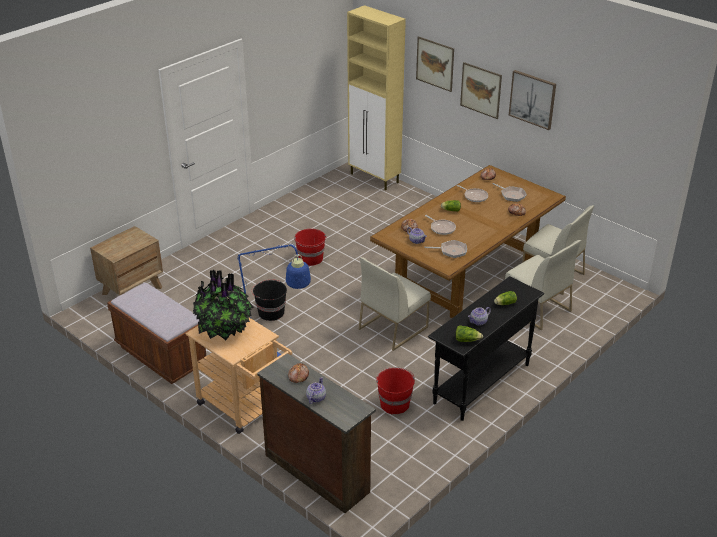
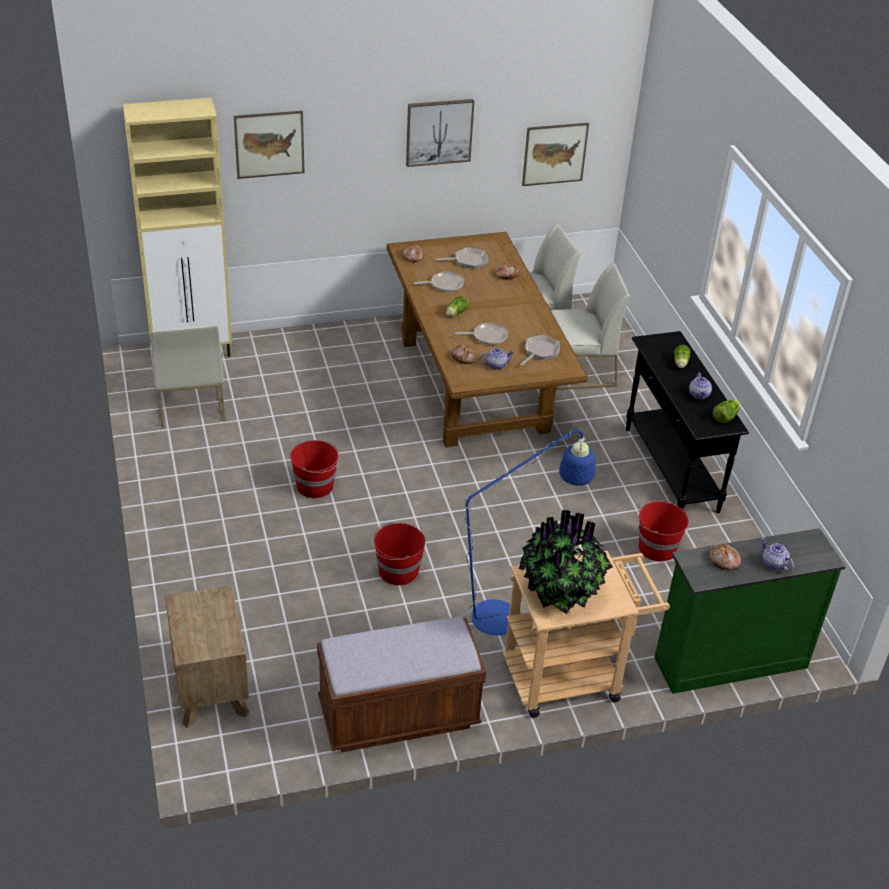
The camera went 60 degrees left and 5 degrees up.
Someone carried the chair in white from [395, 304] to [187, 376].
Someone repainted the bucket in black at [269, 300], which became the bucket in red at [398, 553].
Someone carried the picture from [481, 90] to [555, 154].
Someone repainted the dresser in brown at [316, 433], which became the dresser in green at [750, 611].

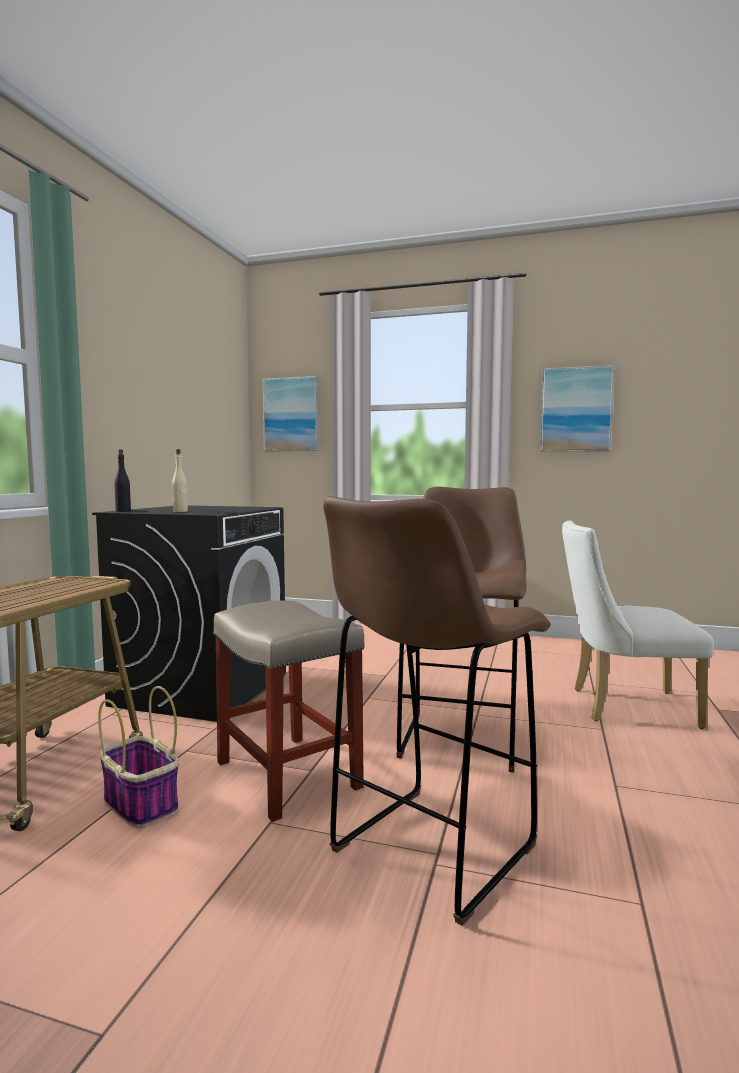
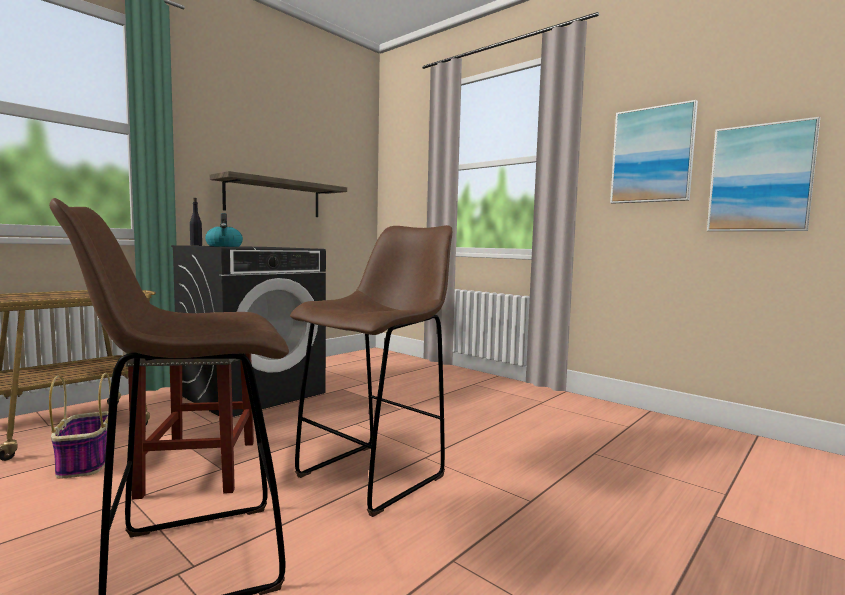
The camera went 25 degrees right and 0 degrees up.
Someone swapped the bottle in beige at [180, 480] for the kettle at [224, 230].
Someone put up the shelf at [278, 194].
Someone carried the picture from [291, 413] to [763, 174].
Someone took away the chair in white at [638, 625].

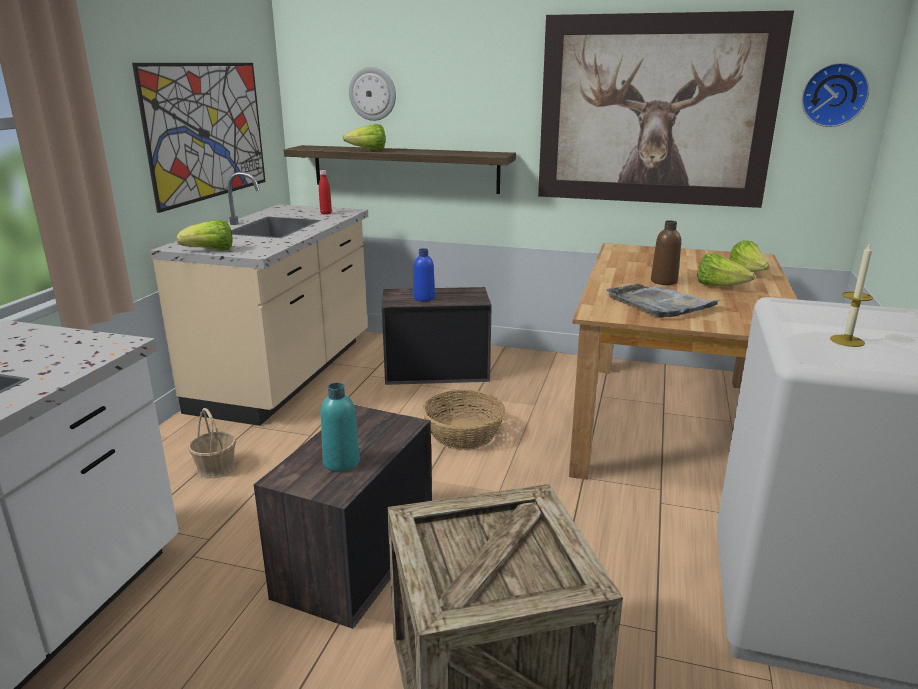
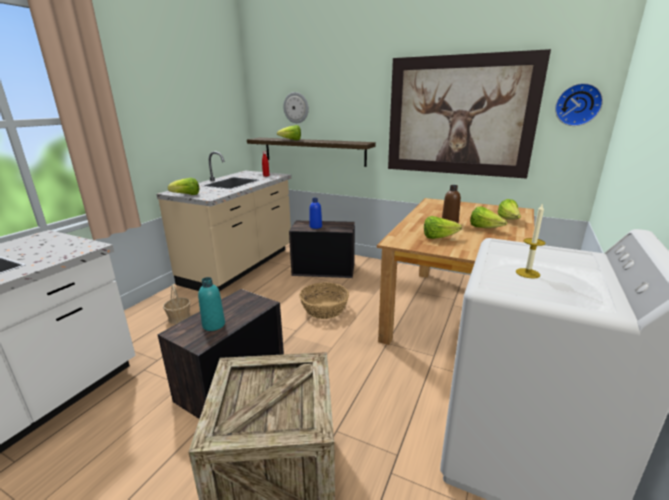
The camera went 10 degrees right and 0 degrees up.
Someone swapped the tray in grey at [664, 301] for the lettuce at [443, 227].
Someone took away the picture at [198, 138].

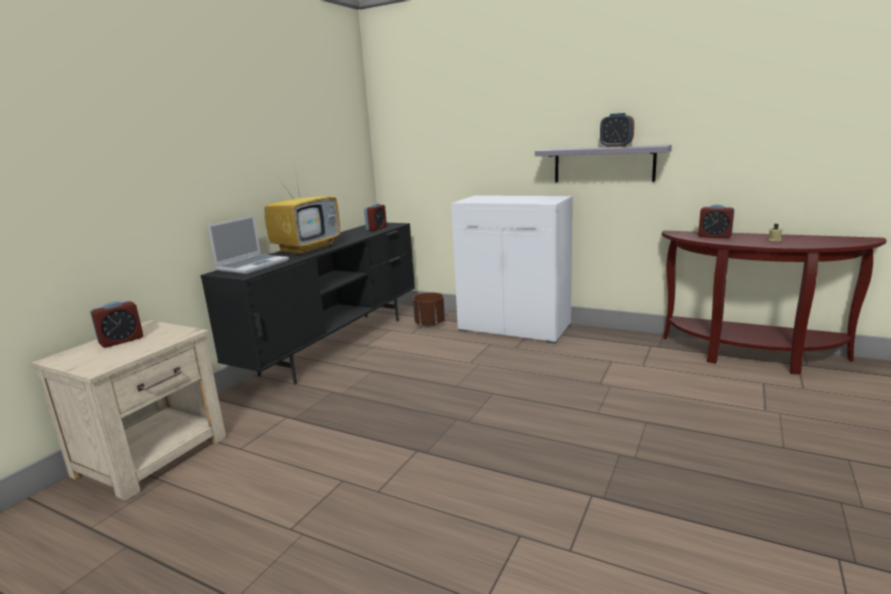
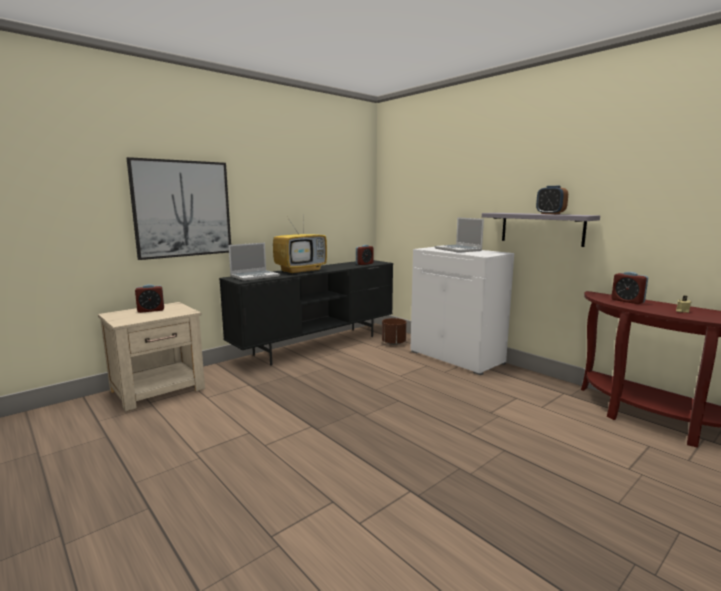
The camera went 20 degrees right and 5 degrees down.
Someone put up the picture at [179, 208].
Someone put down the laptop at [459, 235].

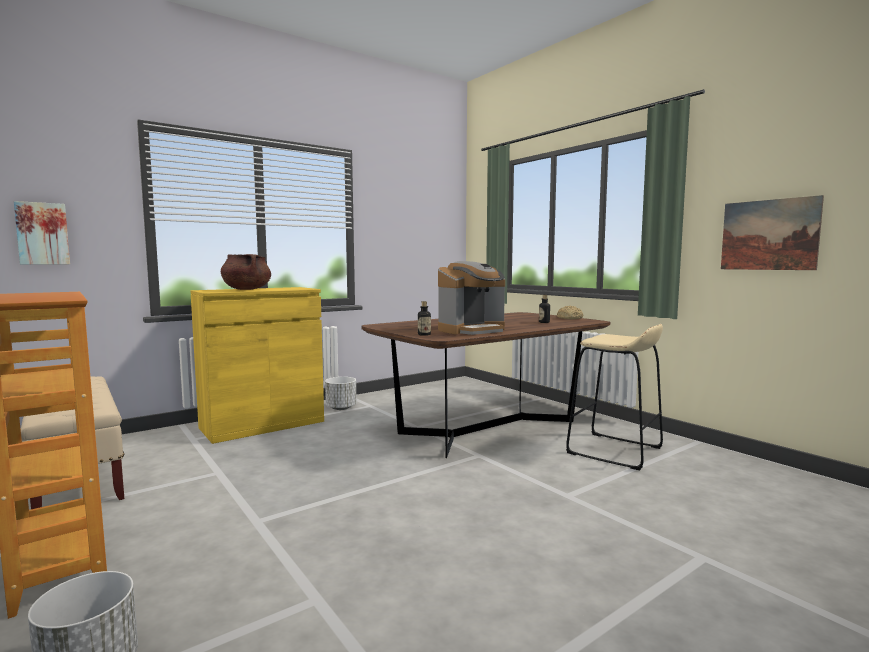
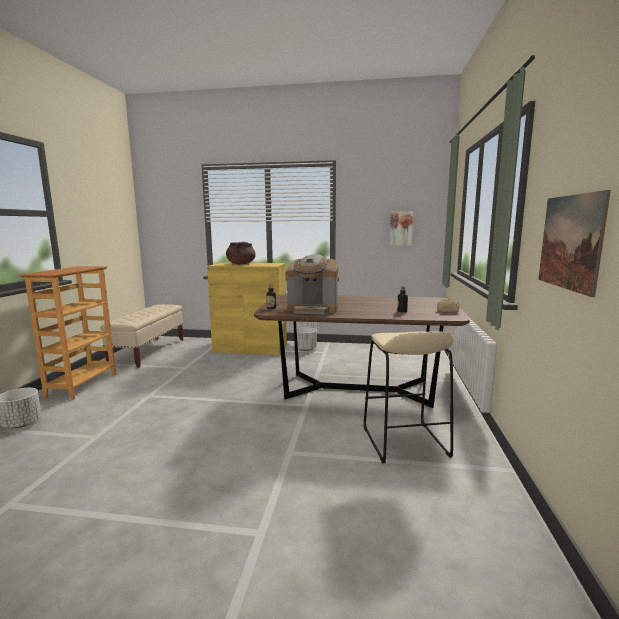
The camera went 45 degrees right and 5 degrees up.
Someone carried the picture from [42, 232] to [401, 228].

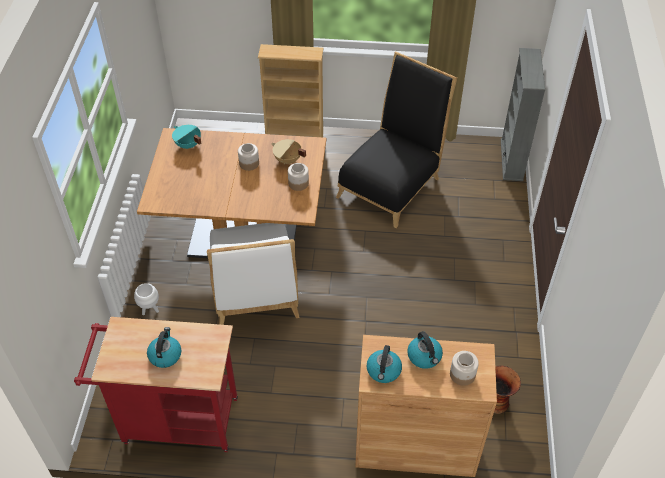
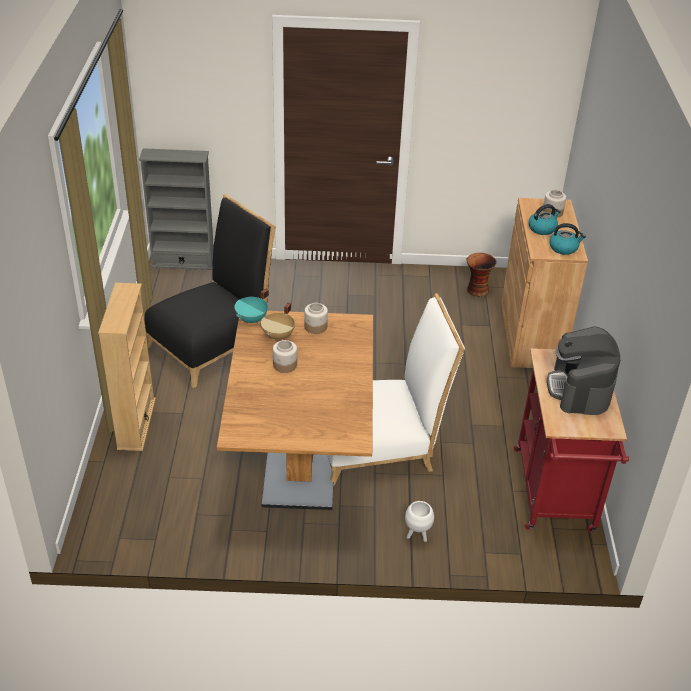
The camera went 95 degrees left and 10 degrees down.
Someone rotated the chair in black at [396, 139] by 105 degrees clockwise.
Someone carried the cooking pot in turquoise from [186, 137] to [251, 305].
Someone swapped the kettle at [164, 347] for the coffee machine at [583, 370].

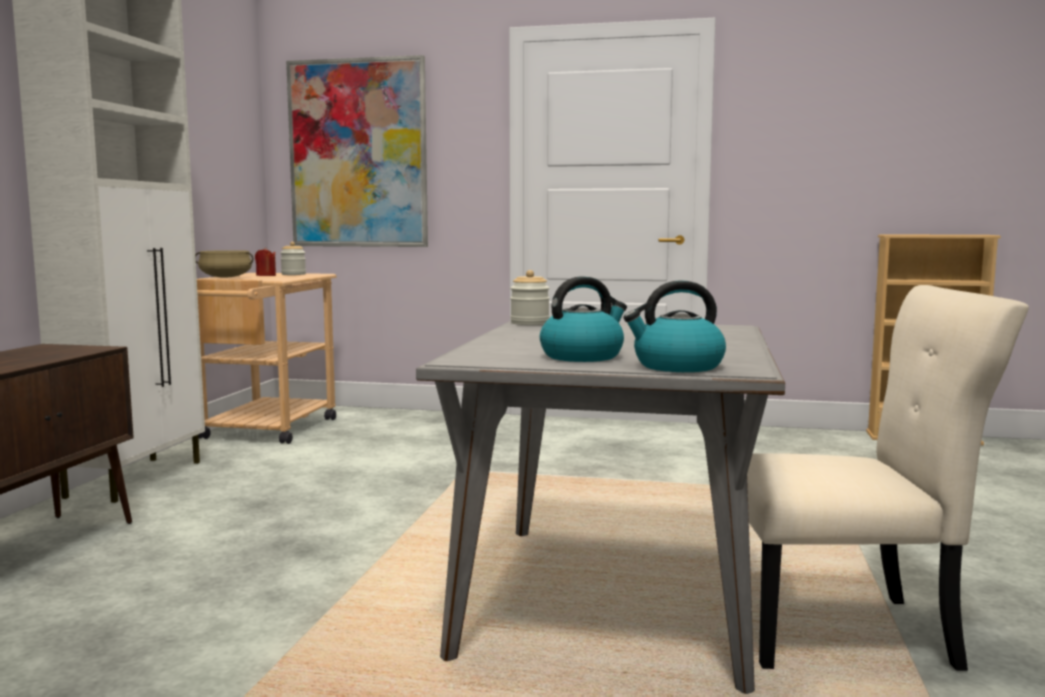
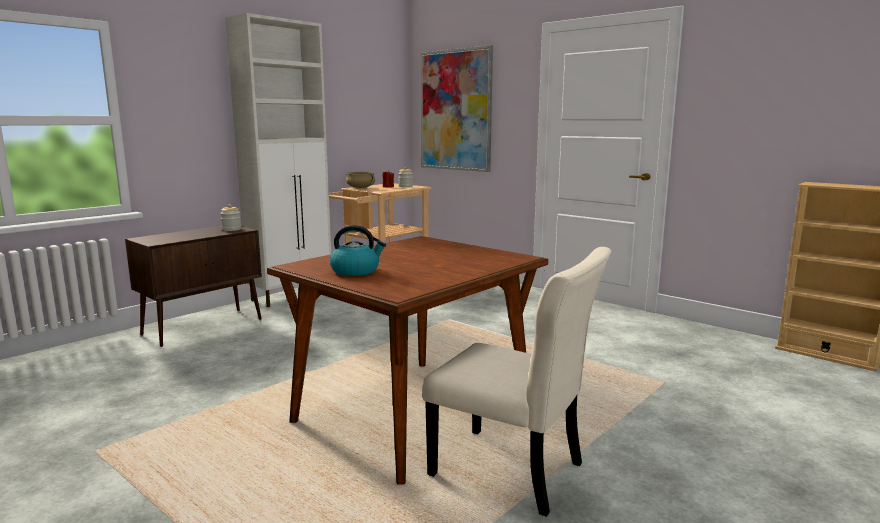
The camera went 30 degrees right and 5 degrees up.
Someone carried the jar from [530, 297] to [230, 217].
Someone repainted the dining table in grey at [600, 507], which became the dining table in brown at [407, 360].
Someone took away the kettle at [674, 326].

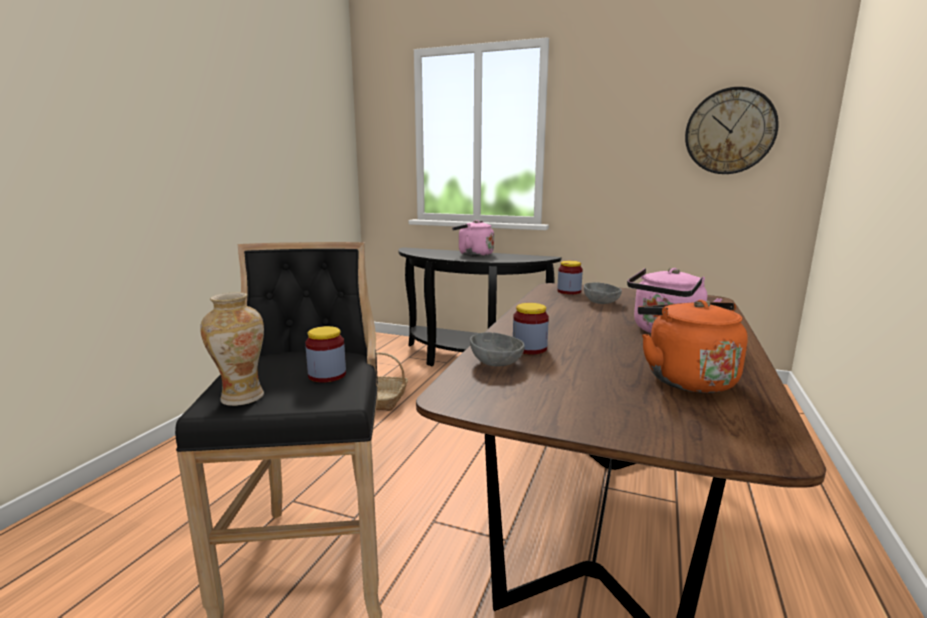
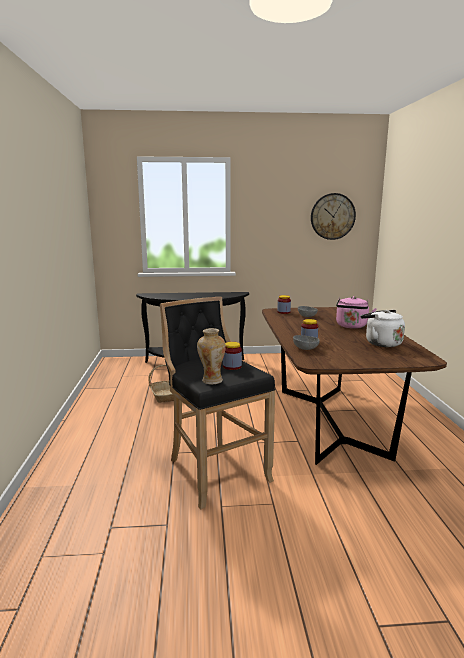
The camera went 25 degrees left and 0 degrees up.
Someone repainted the kettle in orange at [693, 346], which became the kettle in white at [383, 328].
Someone took away the kettle in pink at [473, 238].

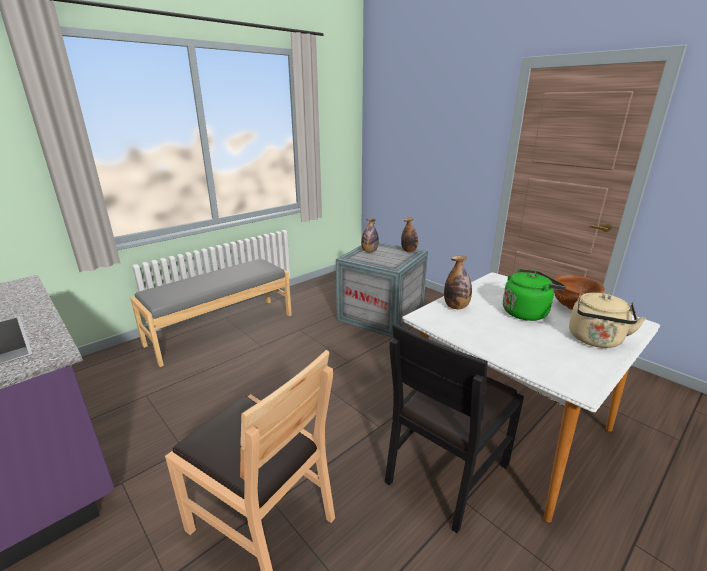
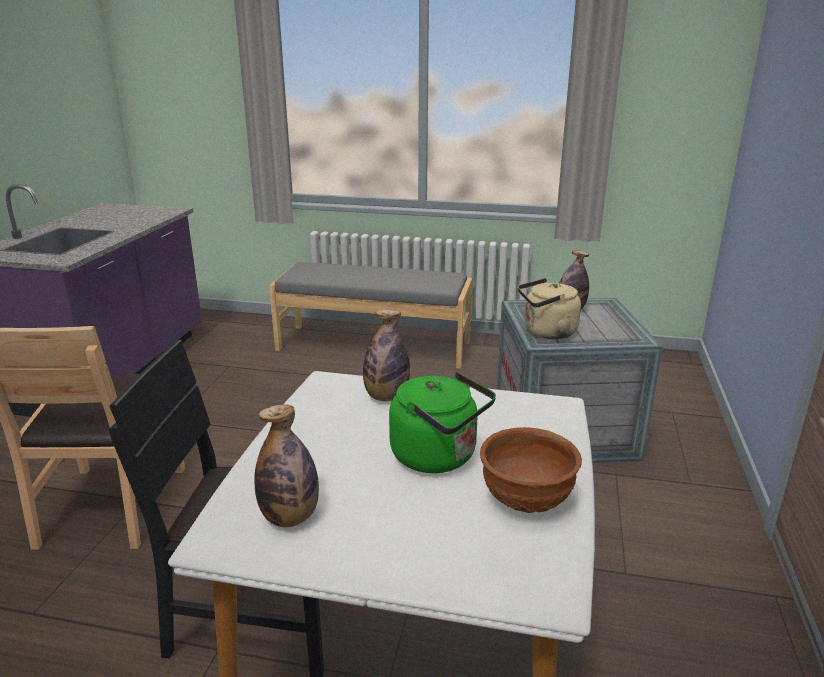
The camera went 55 degrees right and 0 degrees up.
Someone carried the bottle from [409, 234] to [286, 465].
Someone carried the kettle in beige from [607, 320] to [549, 308].

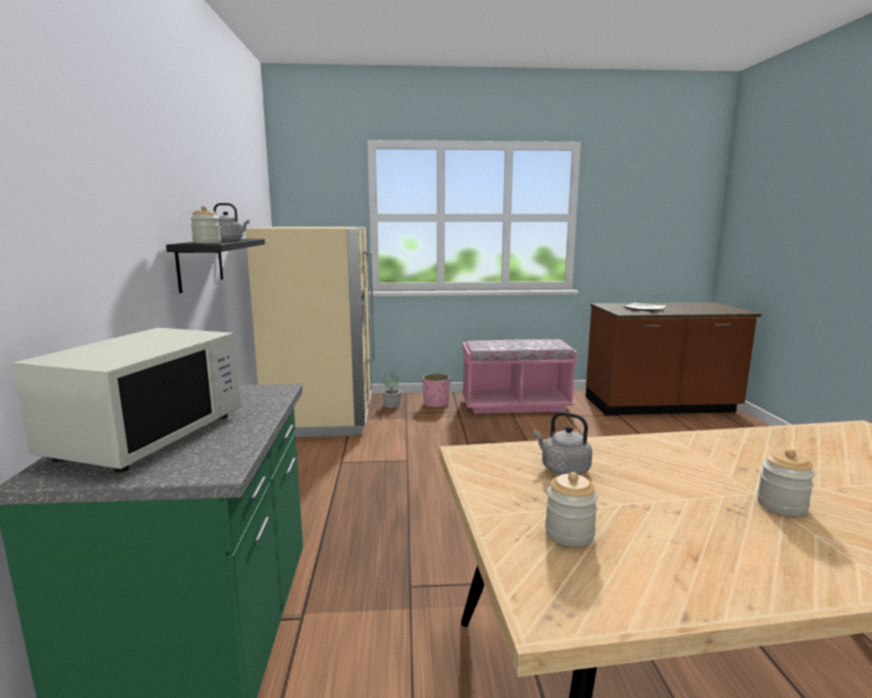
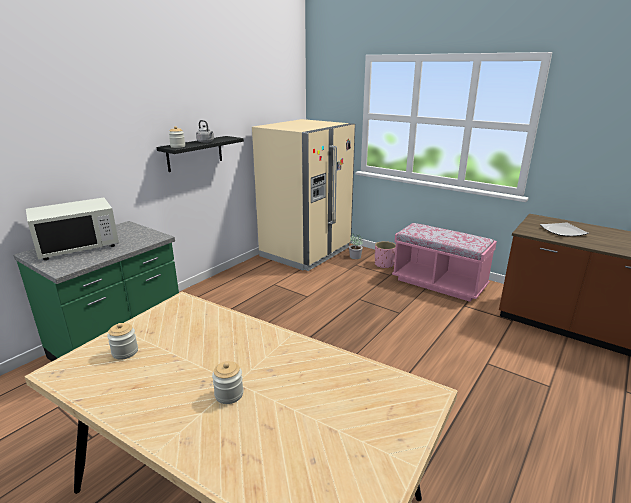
The camera went 40 degrees right and 10 degrees up.
Someone took away the kettle in grey at [563, 443].

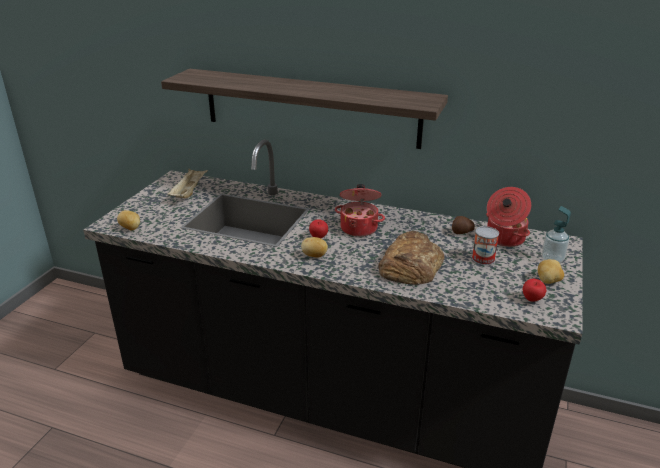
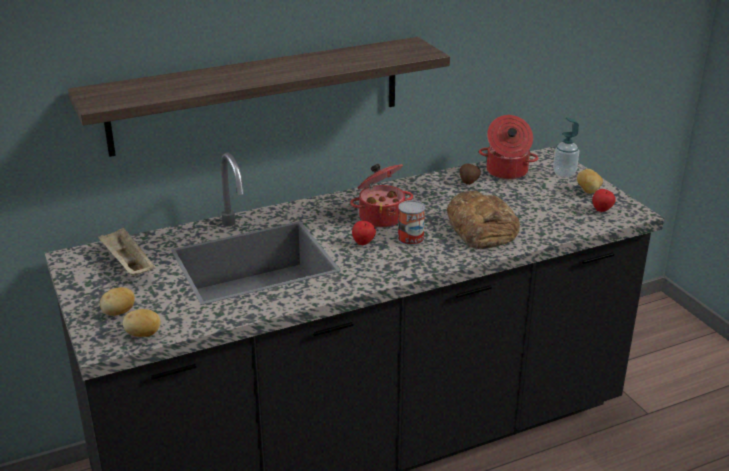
The camera went 45 degrees left and 0 degrees up.
Someone carried the potato from [314, 247] to [117, 301].
Someone carried the can from [485, 245] to [411, 223].

